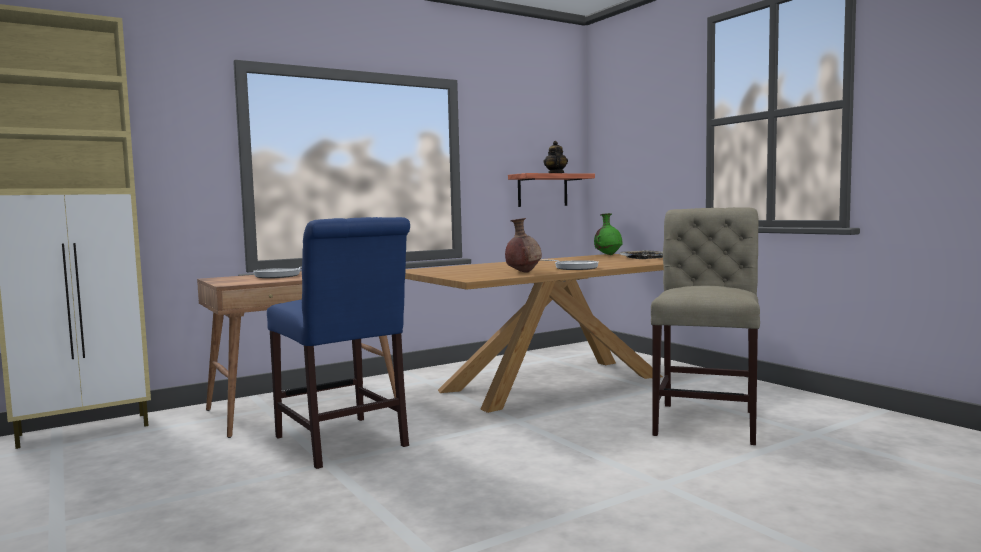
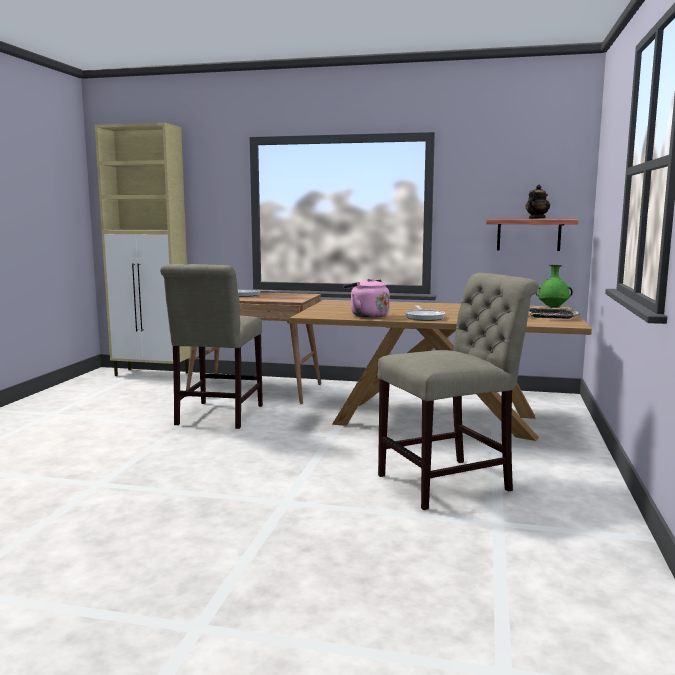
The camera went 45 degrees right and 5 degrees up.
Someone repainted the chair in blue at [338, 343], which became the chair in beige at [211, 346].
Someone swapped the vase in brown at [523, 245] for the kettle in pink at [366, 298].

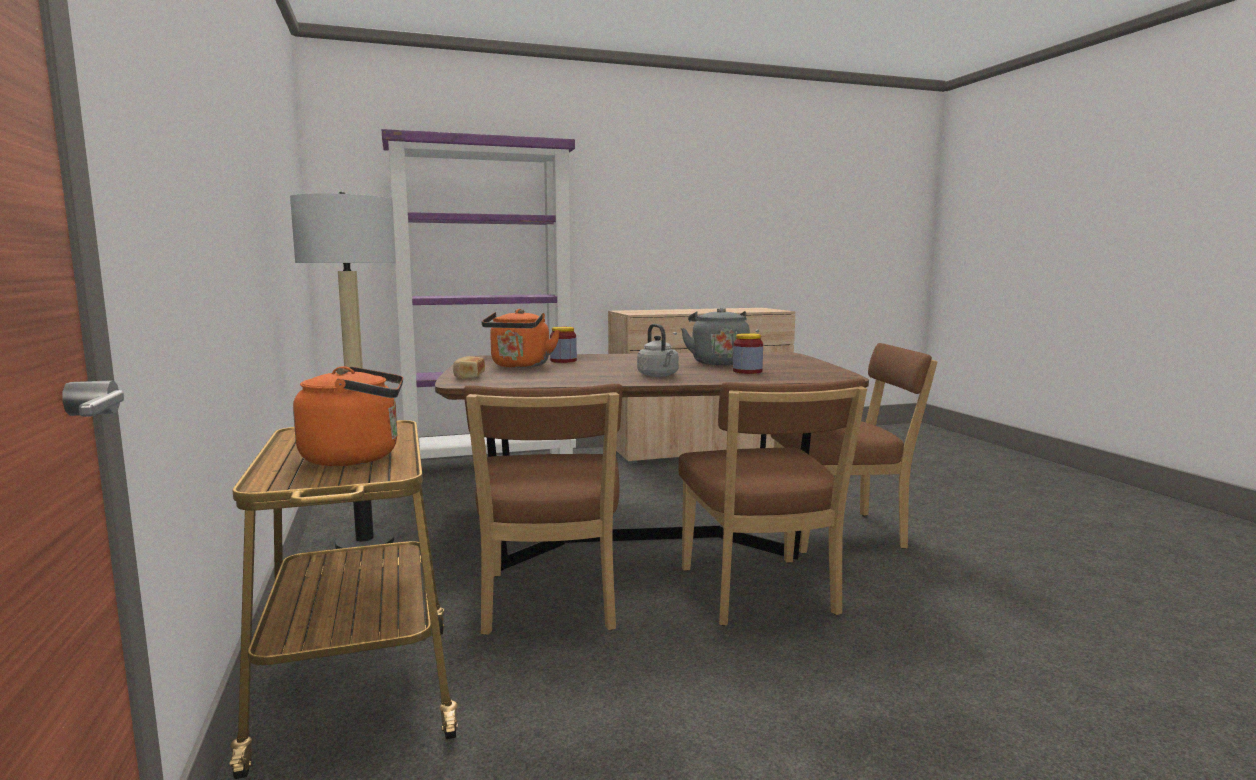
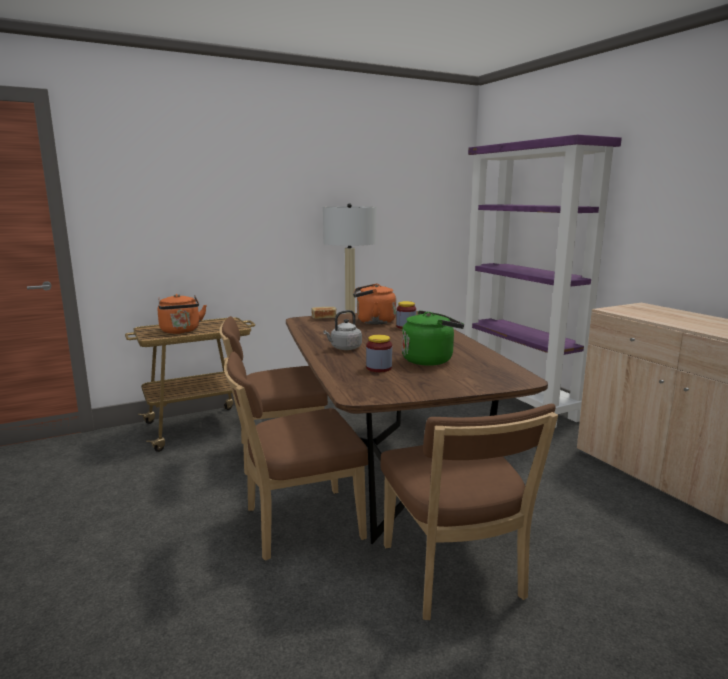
The camera went 80 degrees right and 5 degrees up.
Someone repainted the kettle in grey at [715, 336], which became the kettle in green at [433, 338].

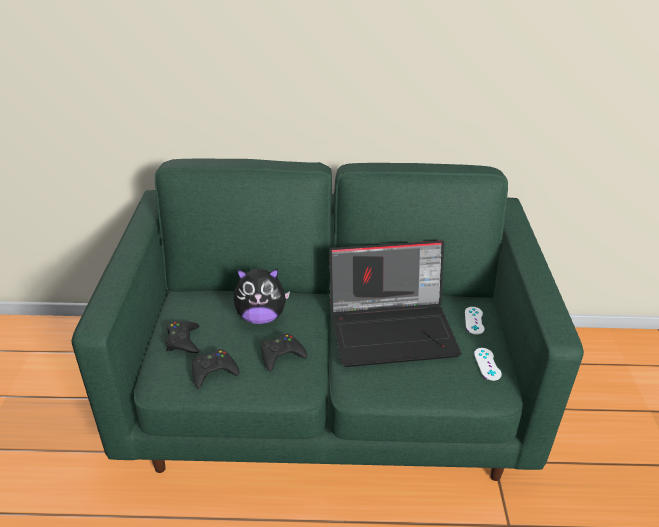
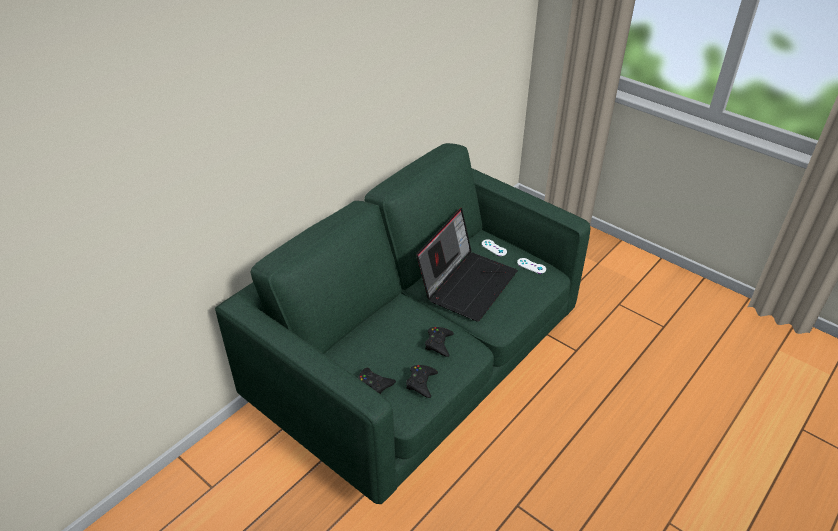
The camera went 50 degrees left and 5 degrees up.
Someone took away the plush toy at [262, 296].

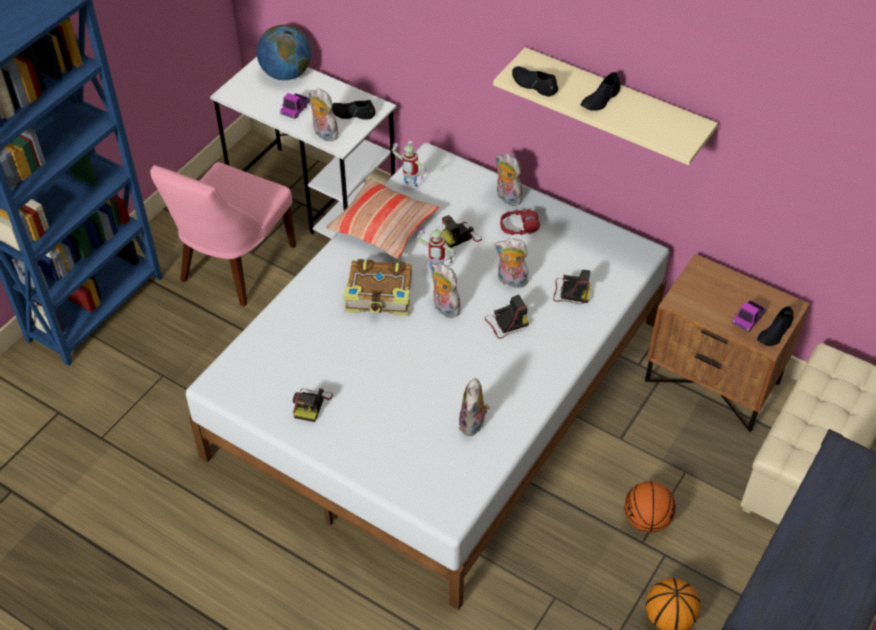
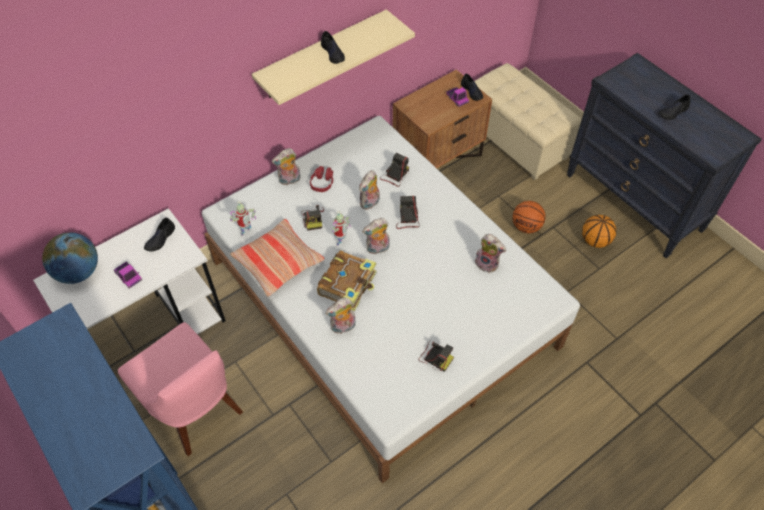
The camera went 70 degrees left and 5 degrees up.
Someone carried the plush toy from [323, 114] to [340, 316].
Someone carried the shoe in black from [535, 81] to [674, 107].

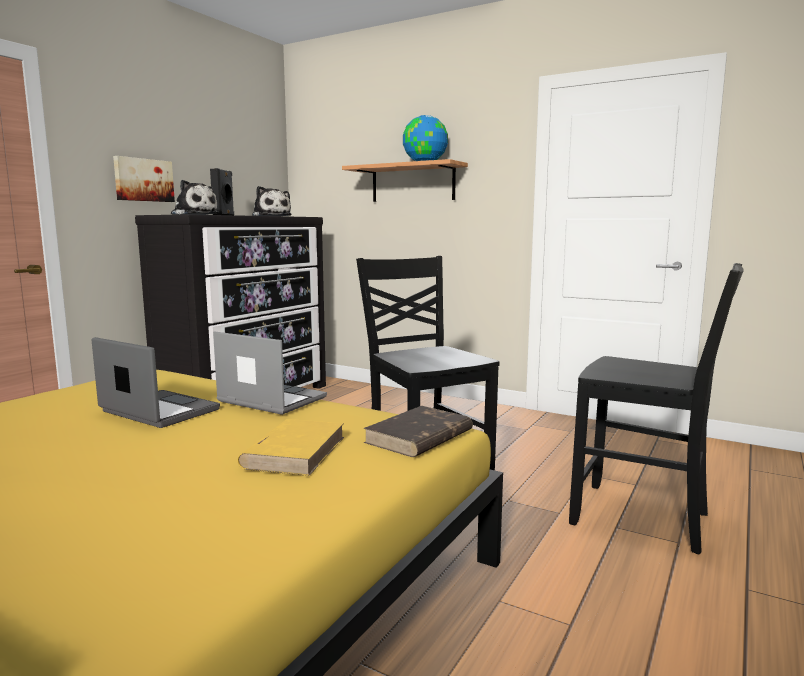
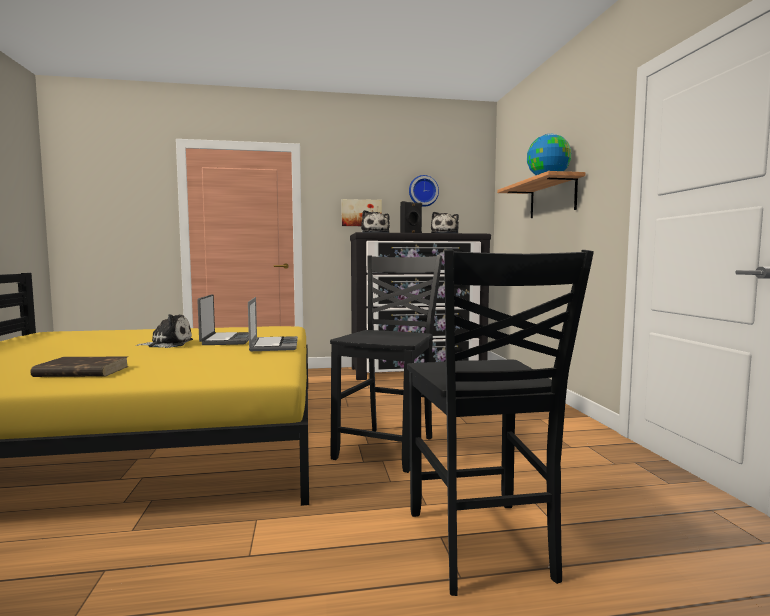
The camera went 50 degrees right and 5 degrees down.
Someone carried the book in brown from [418, 431] to [79, 367].
Someone put down the plush toy at [164, 331].
Someone put up the wall clock at [424, 191].
Someone took away the book in yellow at [291, 447].

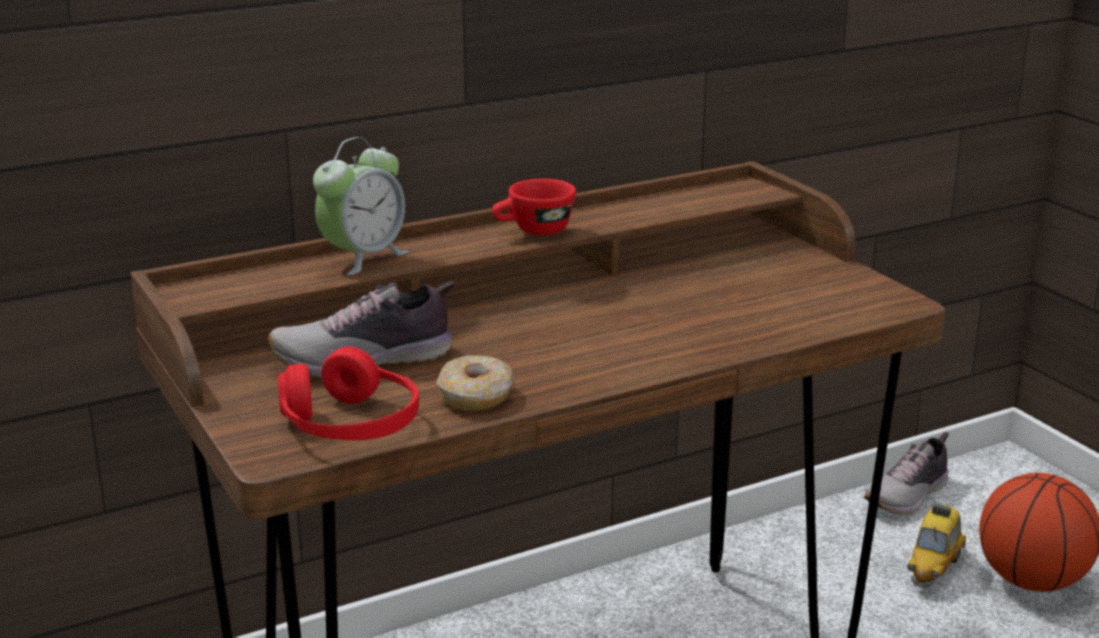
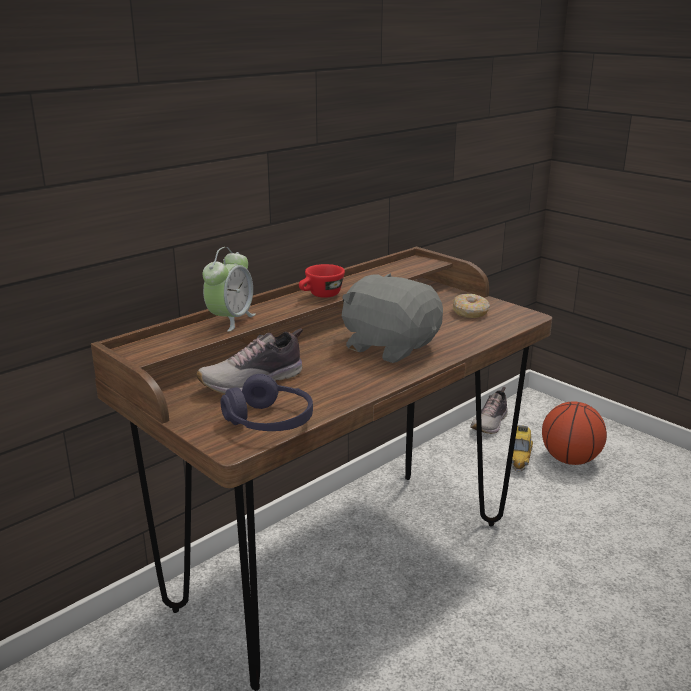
The camera went 15 degrees left and 0 degrees up.
Someone repainted the headphones in red at [348, 393], which became the headphones in purple at [266, 402].
Someone put down the plush toy in grey at [392, 318].
Someone carried the donut from [475, 383] to [471, 306].

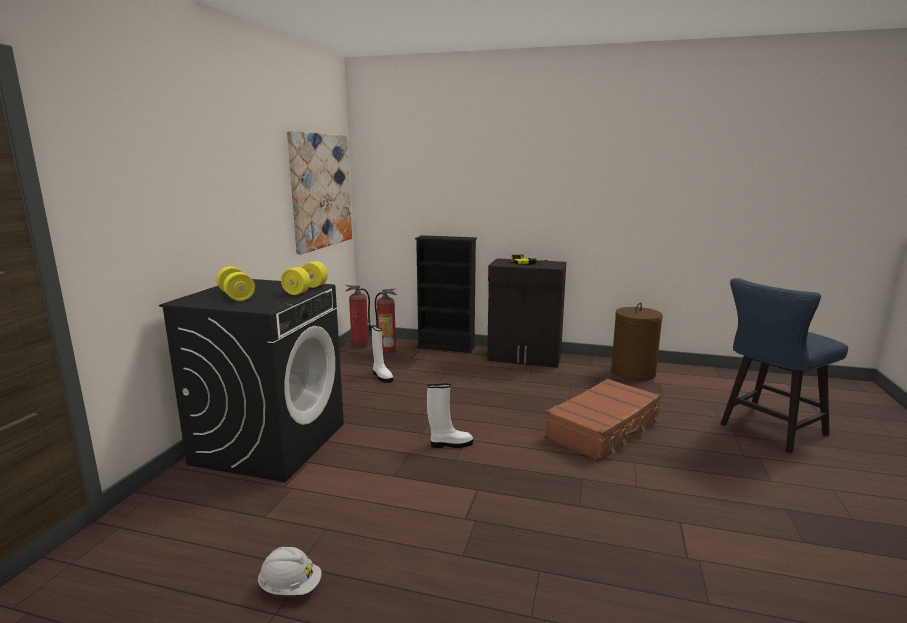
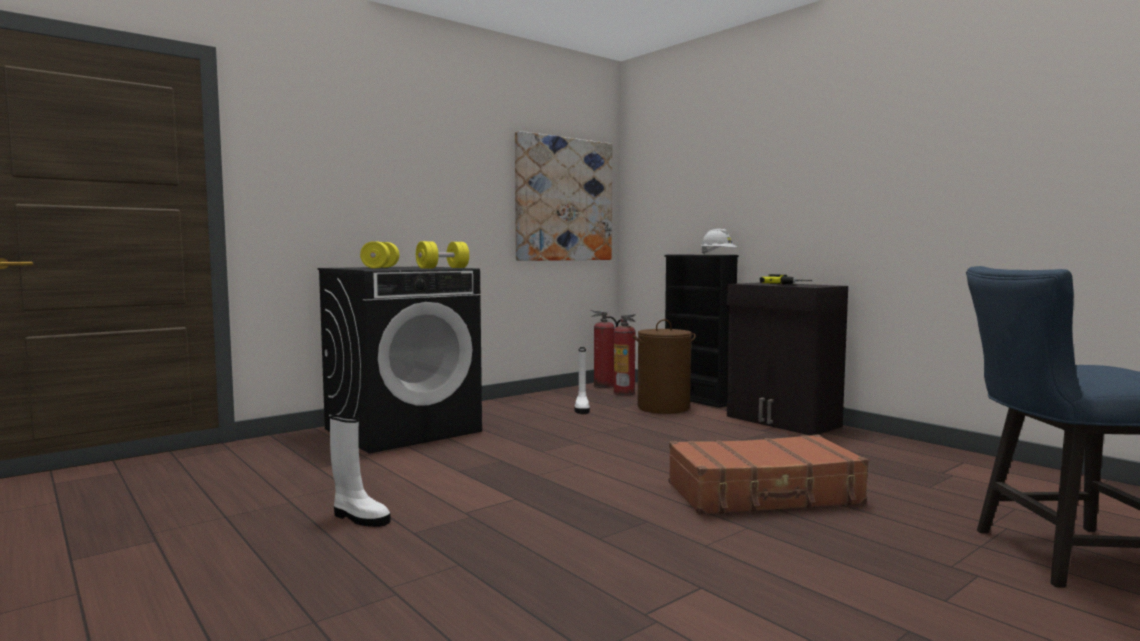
The camera went 35 degrees right and 10 degrees down.
Someone carried the boot in white from [450, 415] to [360, 471].
Someone carried the laundry basket in brown from [637, 342] to [664, 366].
Someone carried the hard hat in white from [290, 571] to [719, 241].

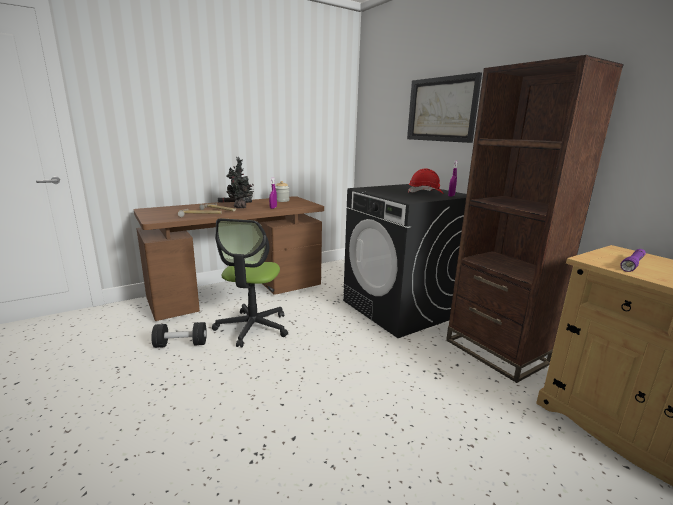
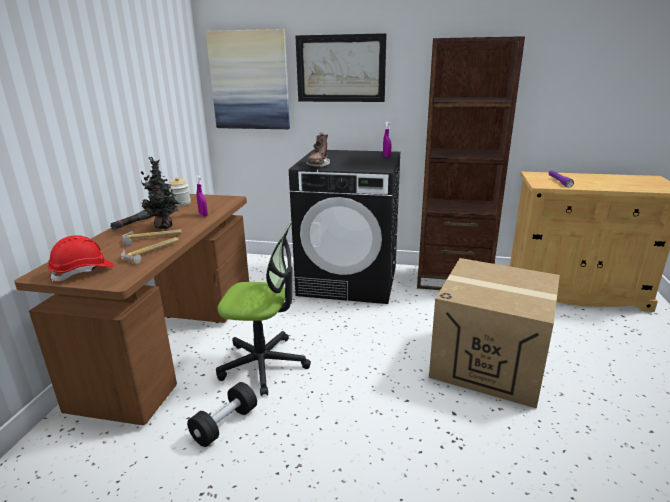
The camera went 45 degrees left and 5 degrees up.
Someone carried the hard hat in red from [426, 181] to [81, 258].
Someone put up the picture at [248, 79].
Someone rotated the office chair at [250, 283] by 45 degrees counterclockwise.
Someone put down the boot in brown at [318, 150].
Someone put down the cardboard box at [494, 333].

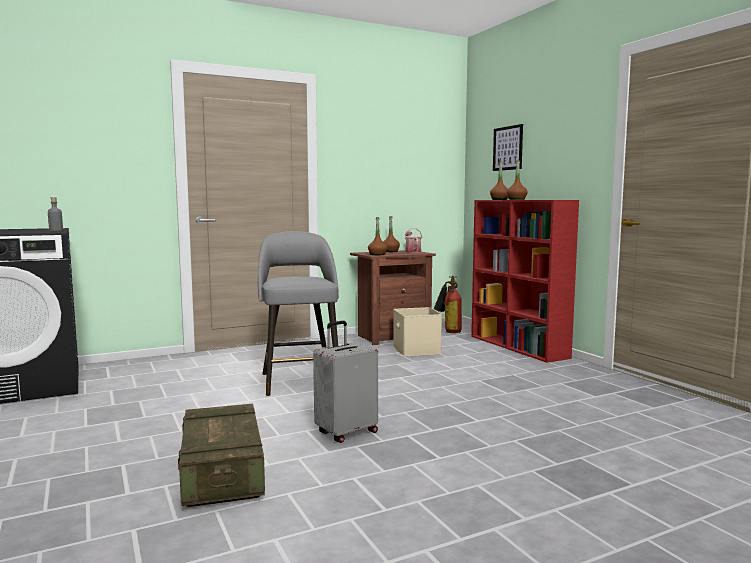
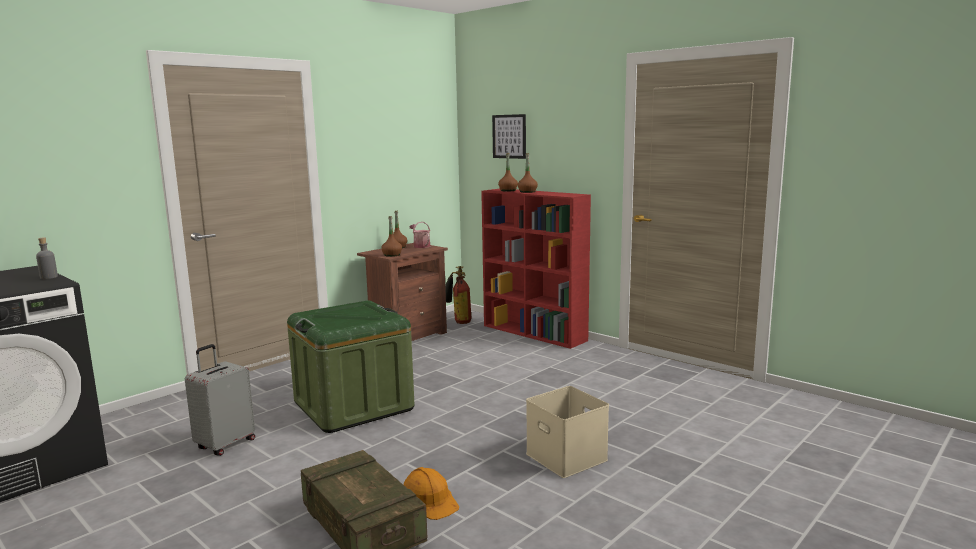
The camera went 20 degrees left and 5 degrees up.
Someone carried the suitcase in grey from [345, 382] to [220, 400].
Someone swapped the stool in grey at [298, 313] for the storage box in green at [350, 366].
Someone put down the hard hat in orange at [431, 493].
Someone carried the storage box in beige from [417, 332] to [567, 432].

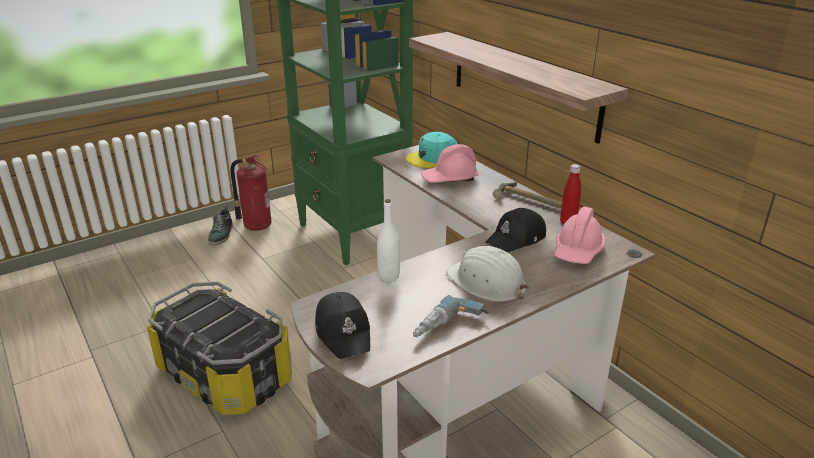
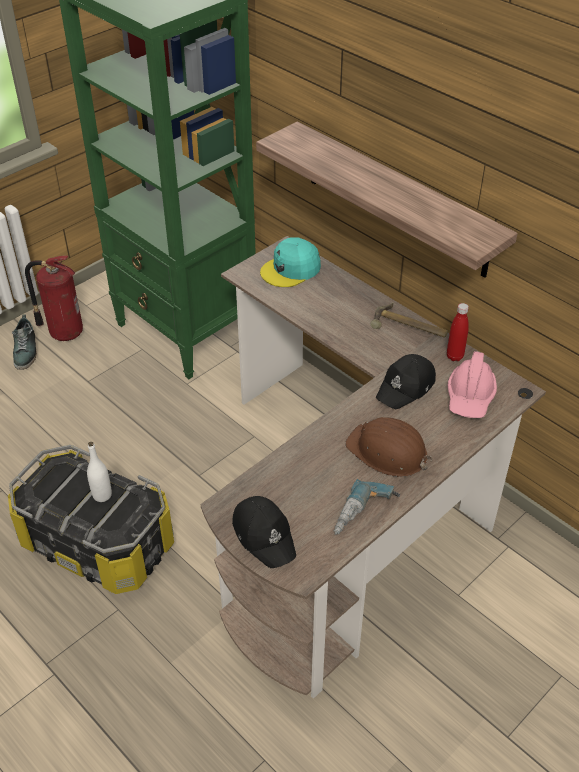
The camera went 10 degrees left and 15 degrees up.
Someone carried the bottle in white from [388, 240] to [99, 472].
Someone repainted the hard hat in white at [487, 274], which became the hard hat in brown at [389, 447].
Someone took away the hard hat in pink at [450, 163].

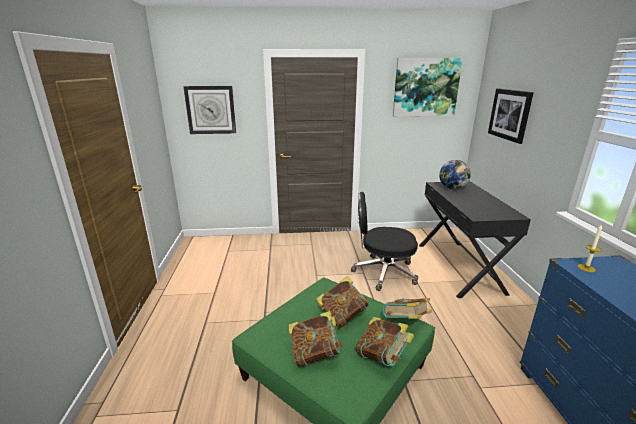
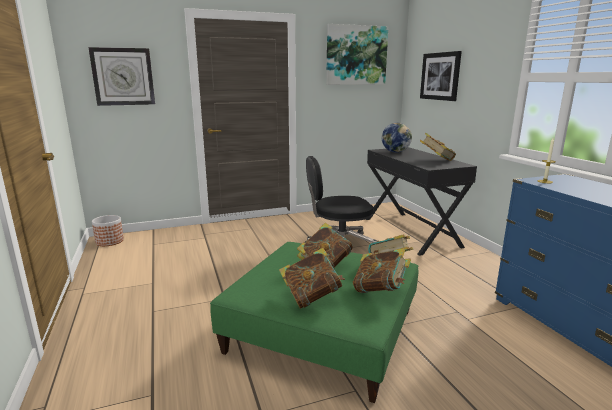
The camera went 15 degrees left and 5 degrees down.
Someone put down the planter at [108, 230].
Someone put down the book at [438, 147].

